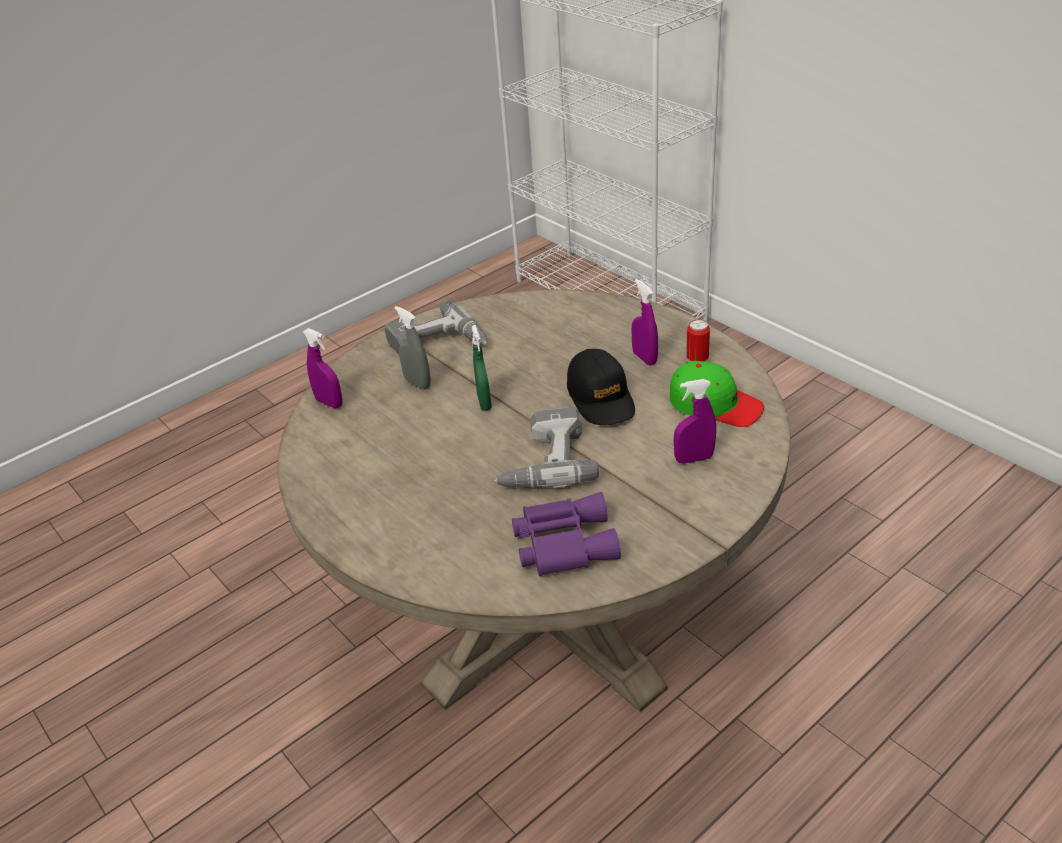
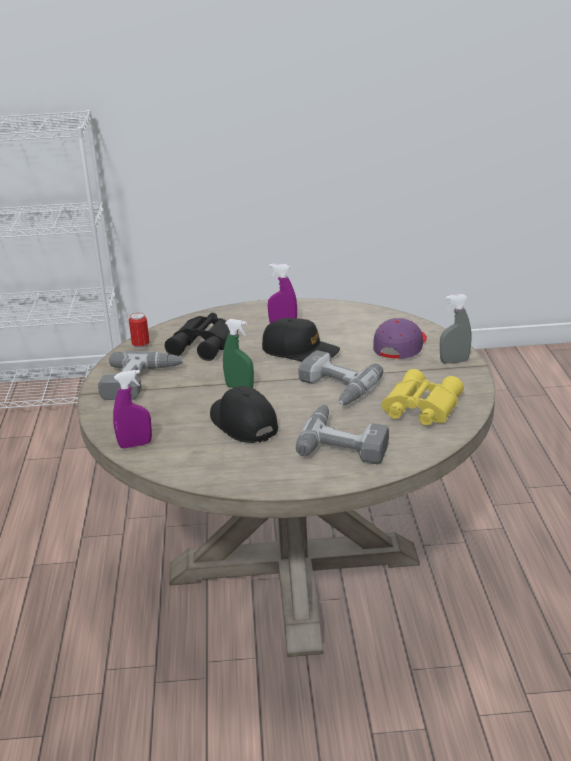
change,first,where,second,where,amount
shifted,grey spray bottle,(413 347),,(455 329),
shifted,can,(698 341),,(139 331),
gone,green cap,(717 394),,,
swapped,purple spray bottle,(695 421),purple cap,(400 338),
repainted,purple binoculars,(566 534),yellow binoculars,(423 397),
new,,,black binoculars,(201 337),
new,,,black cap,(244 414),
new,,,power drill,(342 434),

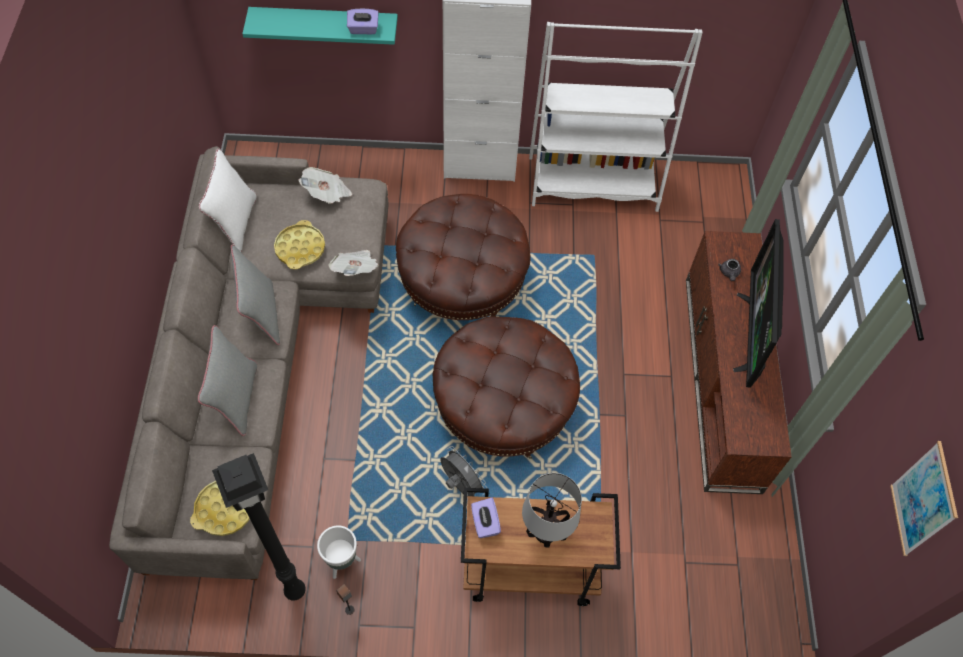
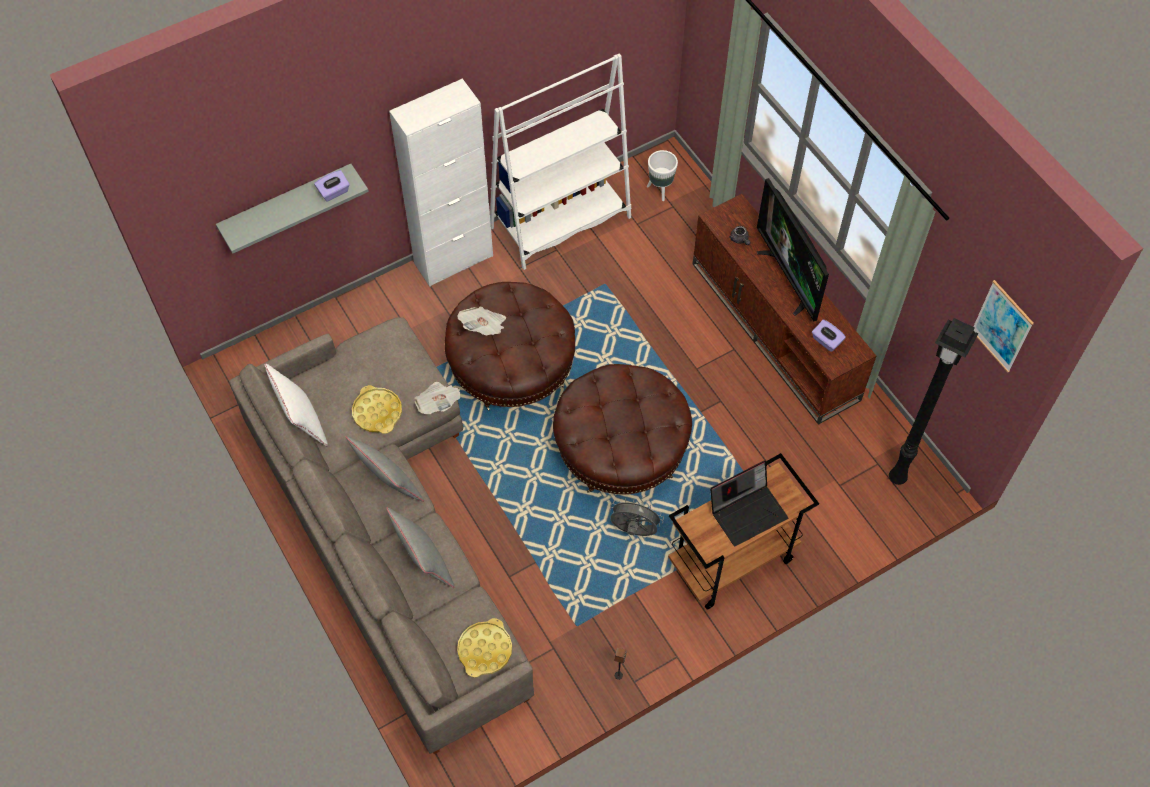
change,first,where,second,where,amount
repainted,turquoise shelf,(320 26),grey shelf,(292 209),
shifted,newspaper,(325 185),,(482 320),
shifted,black floor lamp,(259 527),,(933 401),
swapped,table lamp,(552 510),laptop,(749 503),
shifted,purple tissue box,(486 518),,(829 335),
shifted,white planter,(339 552),,(662 175),

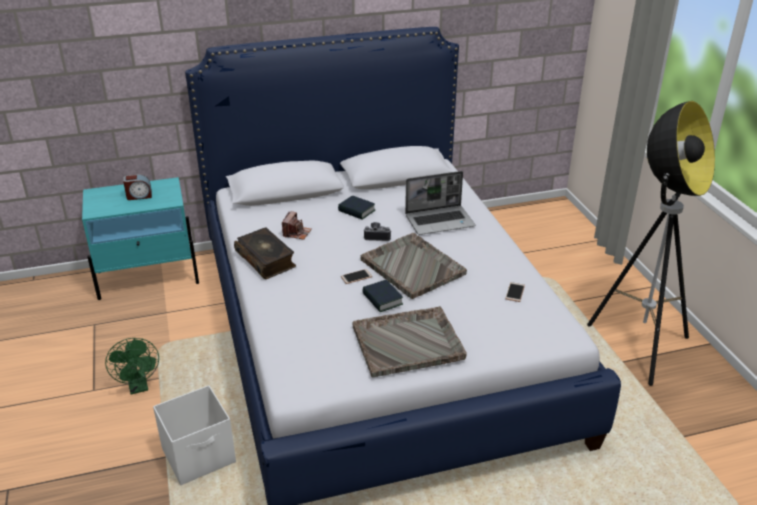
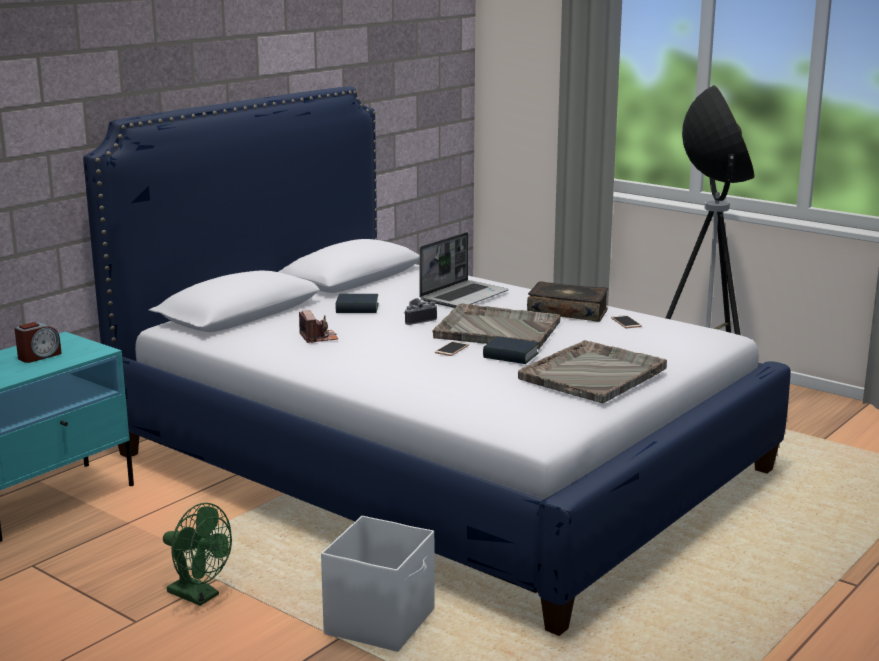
change,first,where,second,where,amount
shifted,book,(265 253),,(567 301),

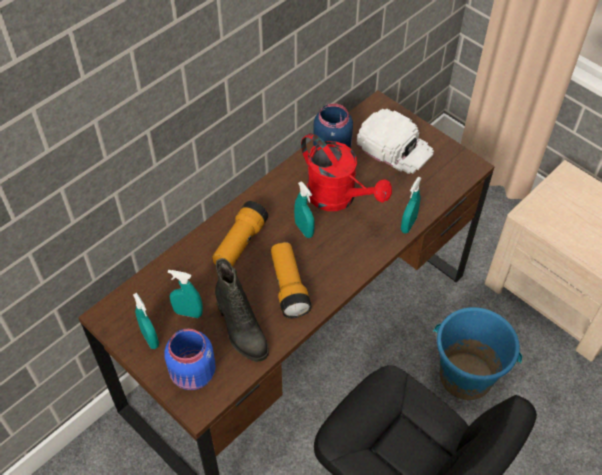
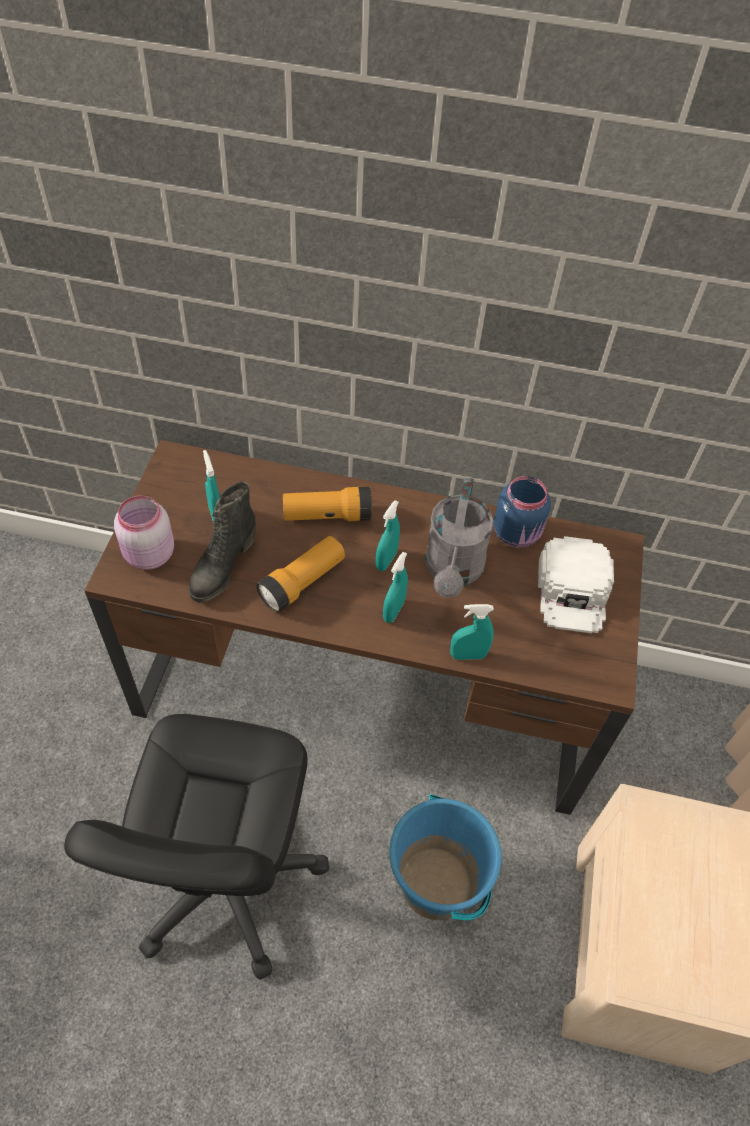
change,first,where,second,where,amount
repainted,red watering can,(346 172),grey watering can,(459 537),
shifted,turquoise spray bottle,(146 321),,(395 587),
repainted,blue jar,(190 359),pink jar,(144 532),

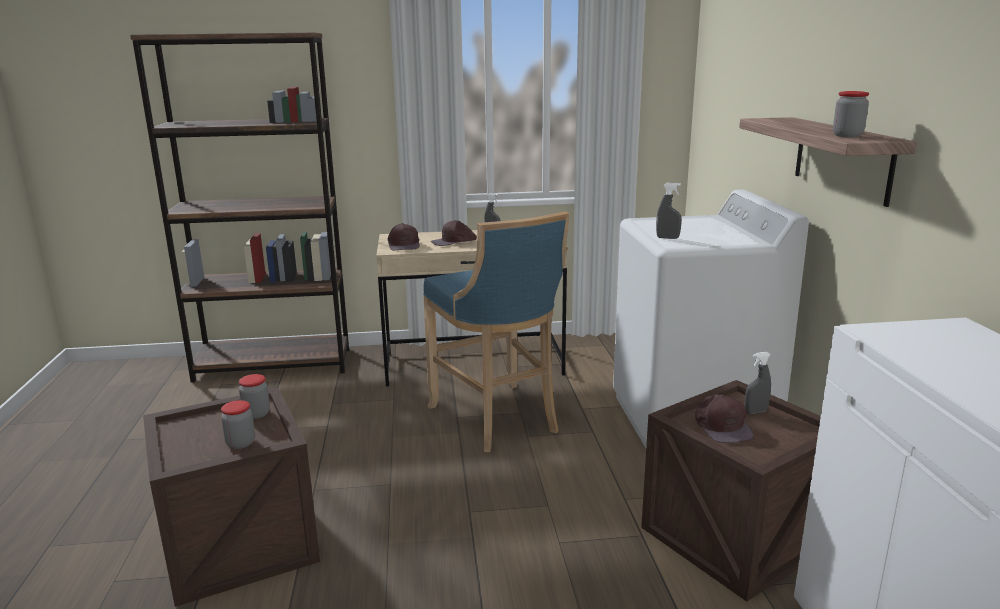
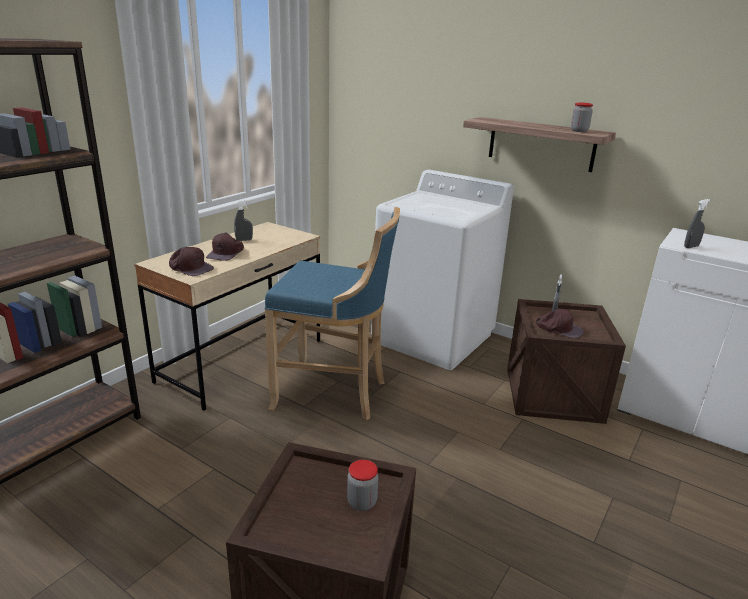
change,first,where,second,where,amount
shifted,grey spray bottle,(669 211),,(697 223),
gone,jar,(254 396),,,

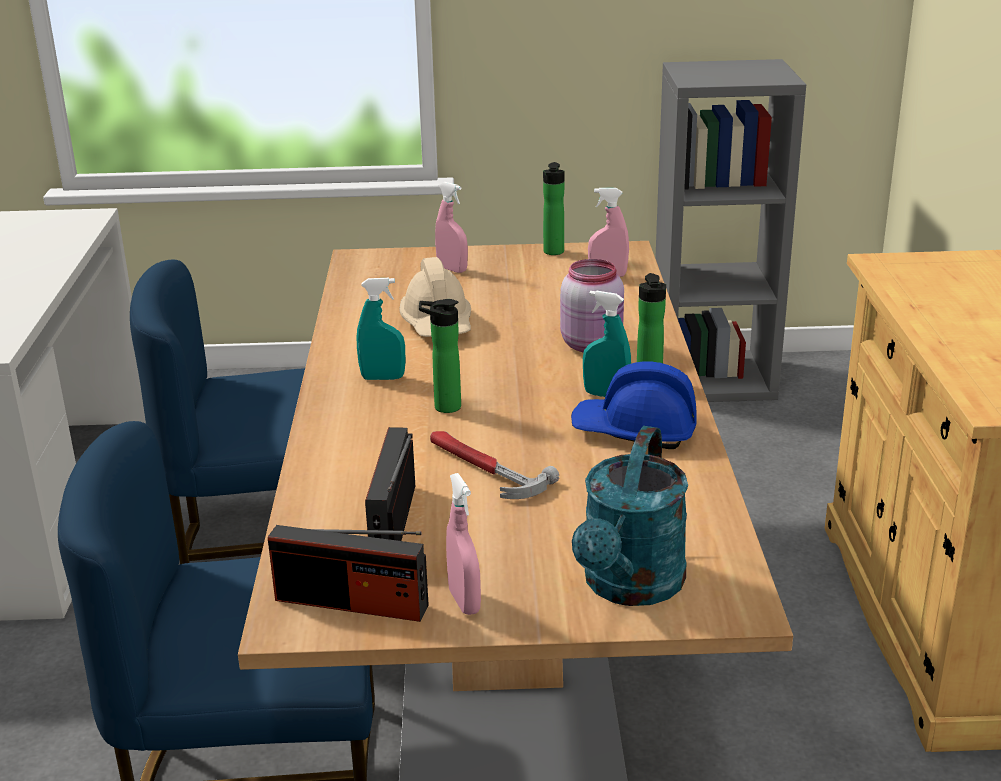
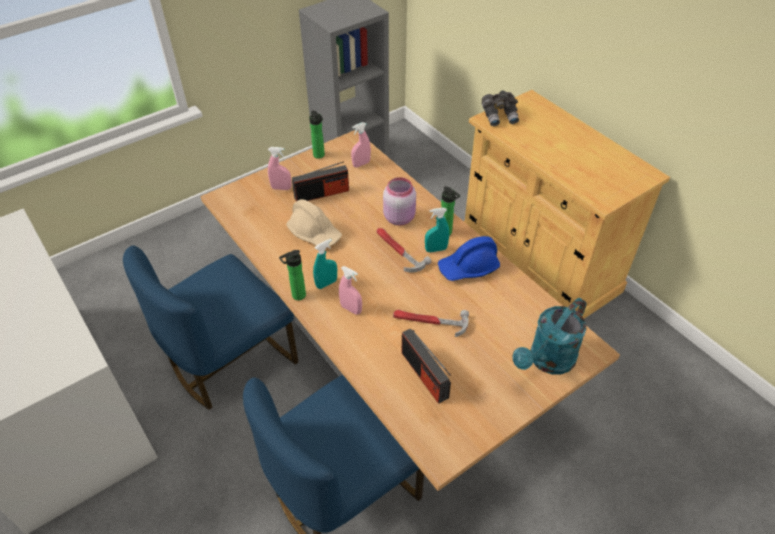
change,first,where,second,where,amount
shifted,bottle,(440 356),,(292 275),
rotated,turquoise watering can,(630 516),,(550 336),60 degrees clockwise
shifted,pink spray bottle,(463 544),,(350 290),
shifted,radio,(348 573),,(320 181),
new,,,grey binoculars,(500 108),
new,,,hammer,(404 250),

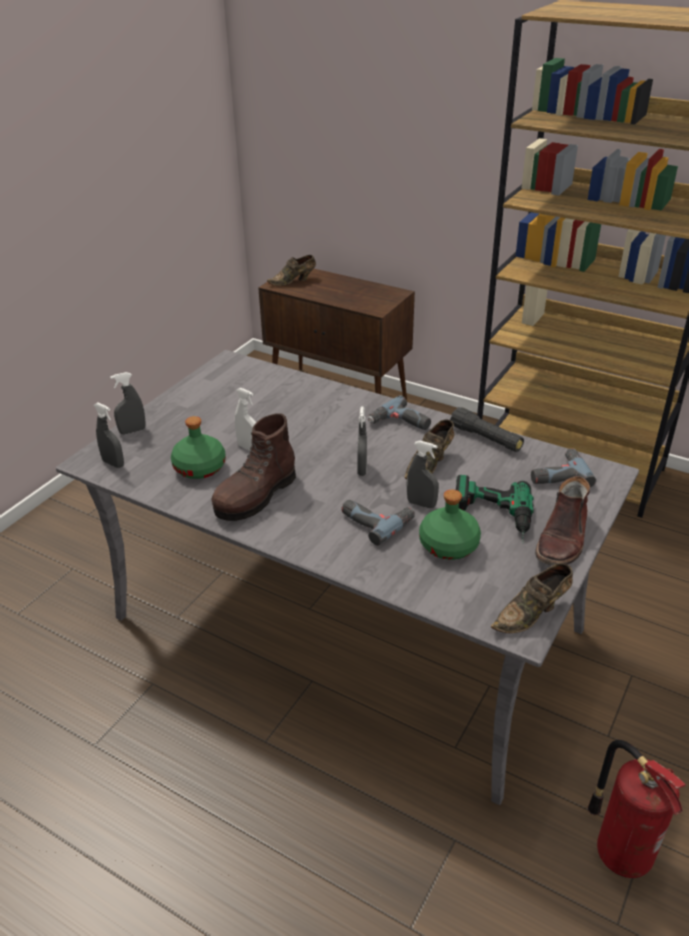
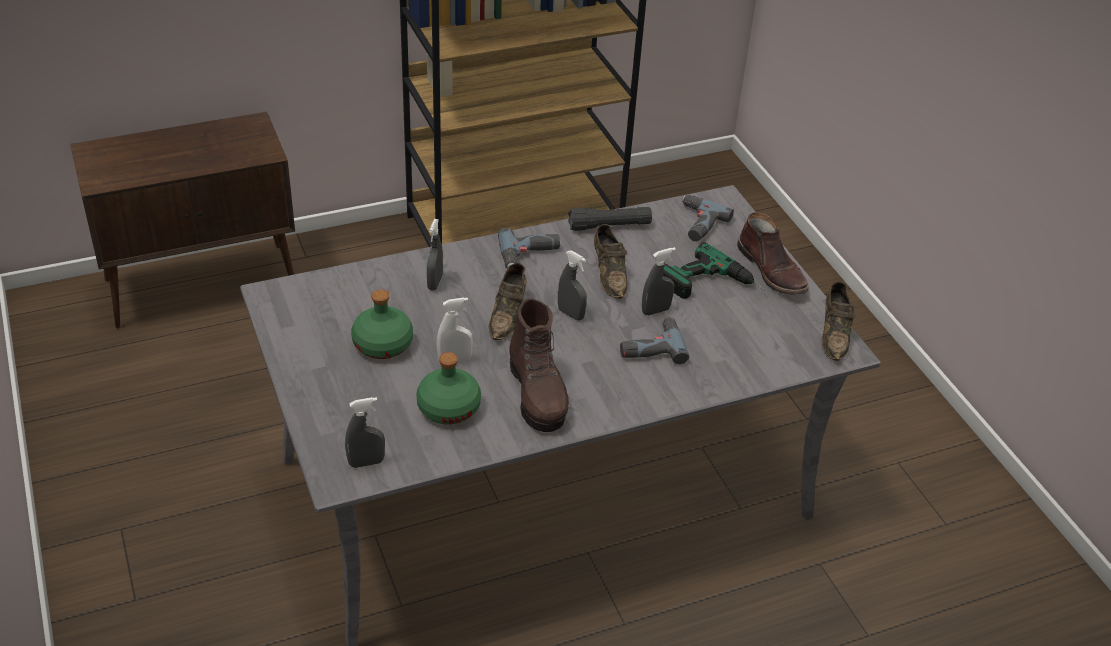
change,first,where,second,where,amount
shifted,brown shoe,(291 270),,(507 301),
shifted,grey spray bottle,(127 403),,(435 254),
shifted,green bottle,(450 525),,(382 324),
gone,fire extinguisher,(637 809),,,

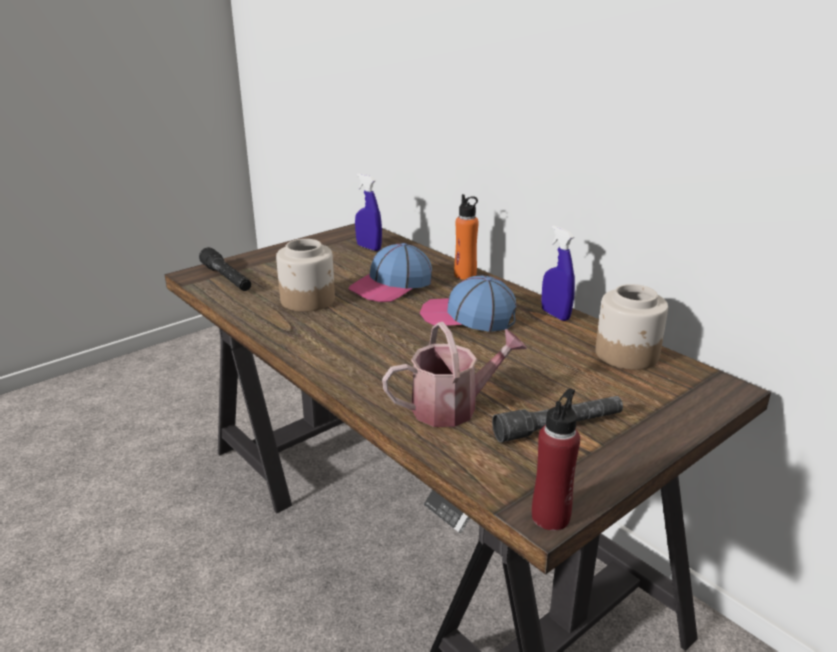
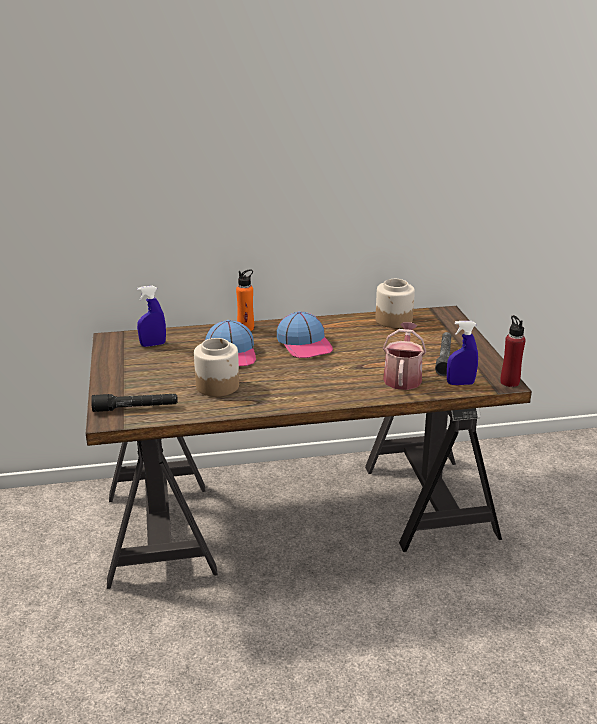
change,first,where,second,where,amount
shifted,blue spray bottle,(558 273),,(462 353),
rotated,cap,(468 303),,(305 334),75 degrees counterclockwise

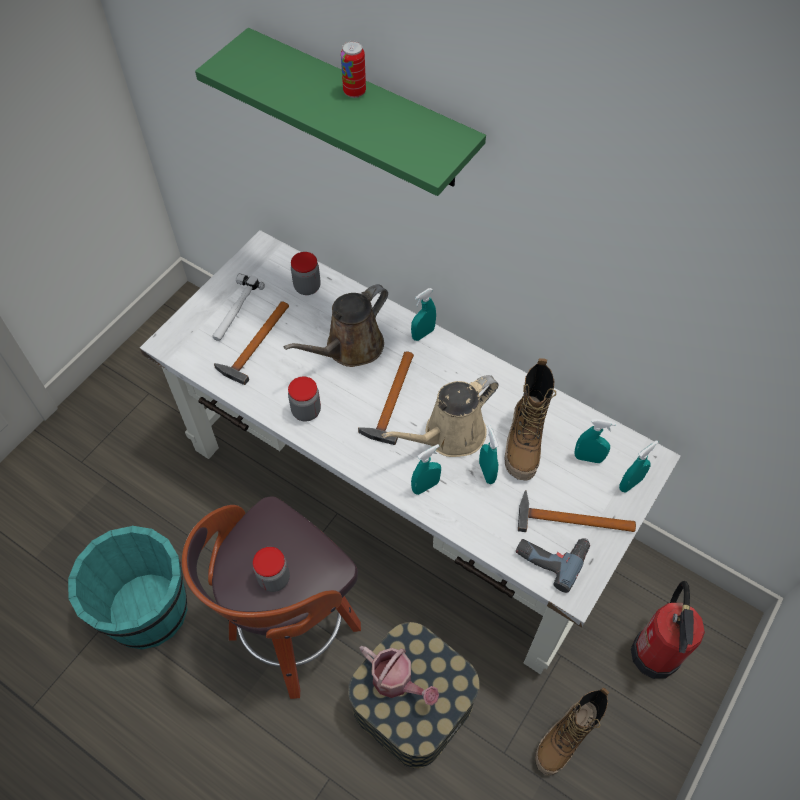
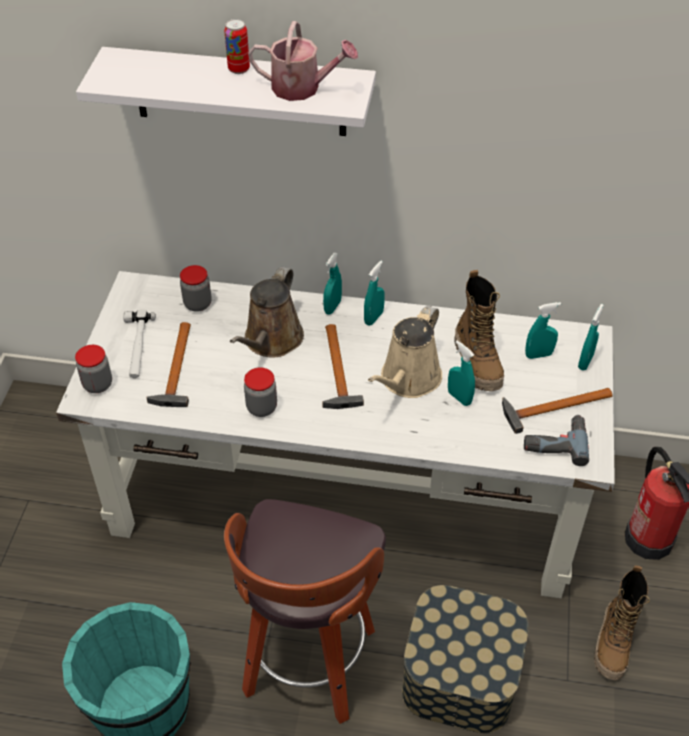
change,first,where,second,where,amount
repainted,green shelf,(340 112),white shelf,(226 91),
shifted,turquoise spray bottle,(426 469),,(374 293),
shifted,jar,(271 569),,(93 369),
shifted,watering can,(399 675),,(303 61),

